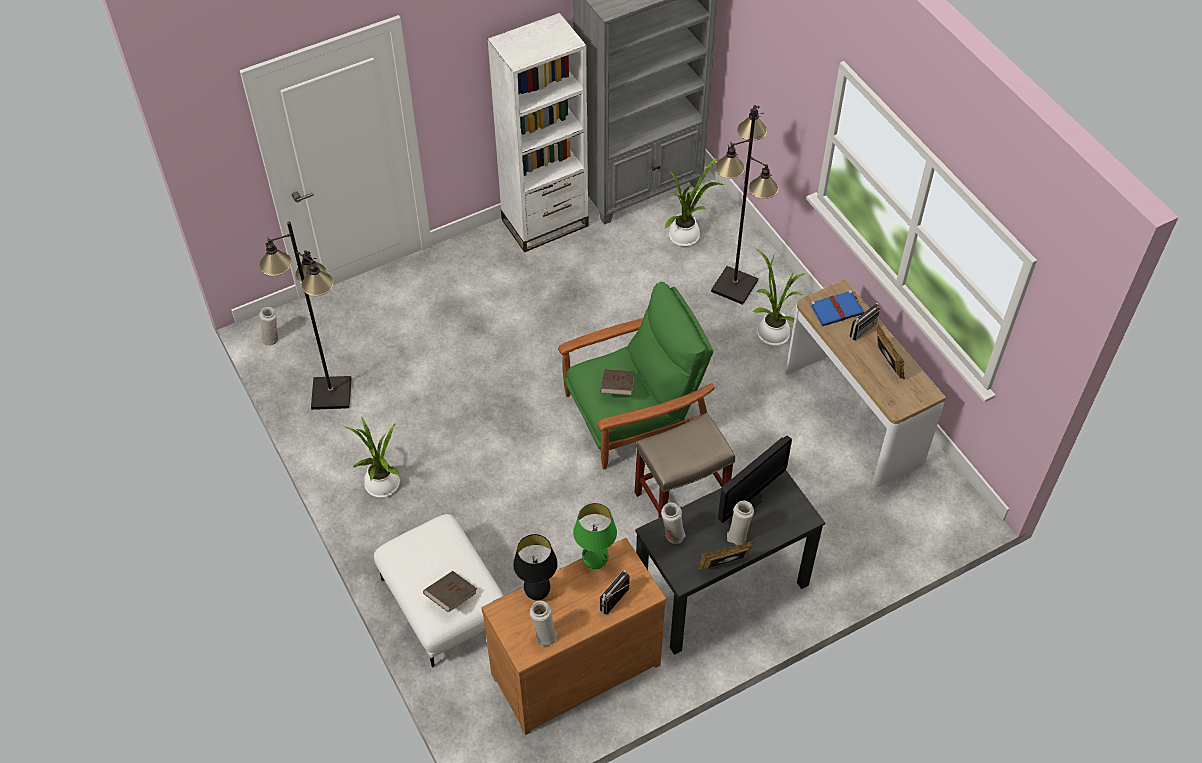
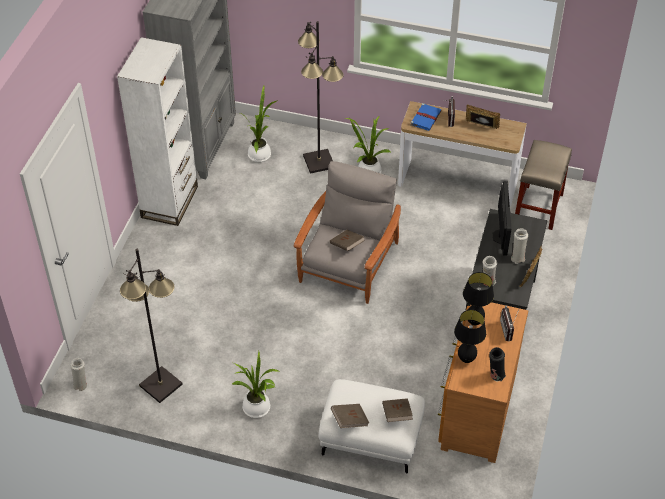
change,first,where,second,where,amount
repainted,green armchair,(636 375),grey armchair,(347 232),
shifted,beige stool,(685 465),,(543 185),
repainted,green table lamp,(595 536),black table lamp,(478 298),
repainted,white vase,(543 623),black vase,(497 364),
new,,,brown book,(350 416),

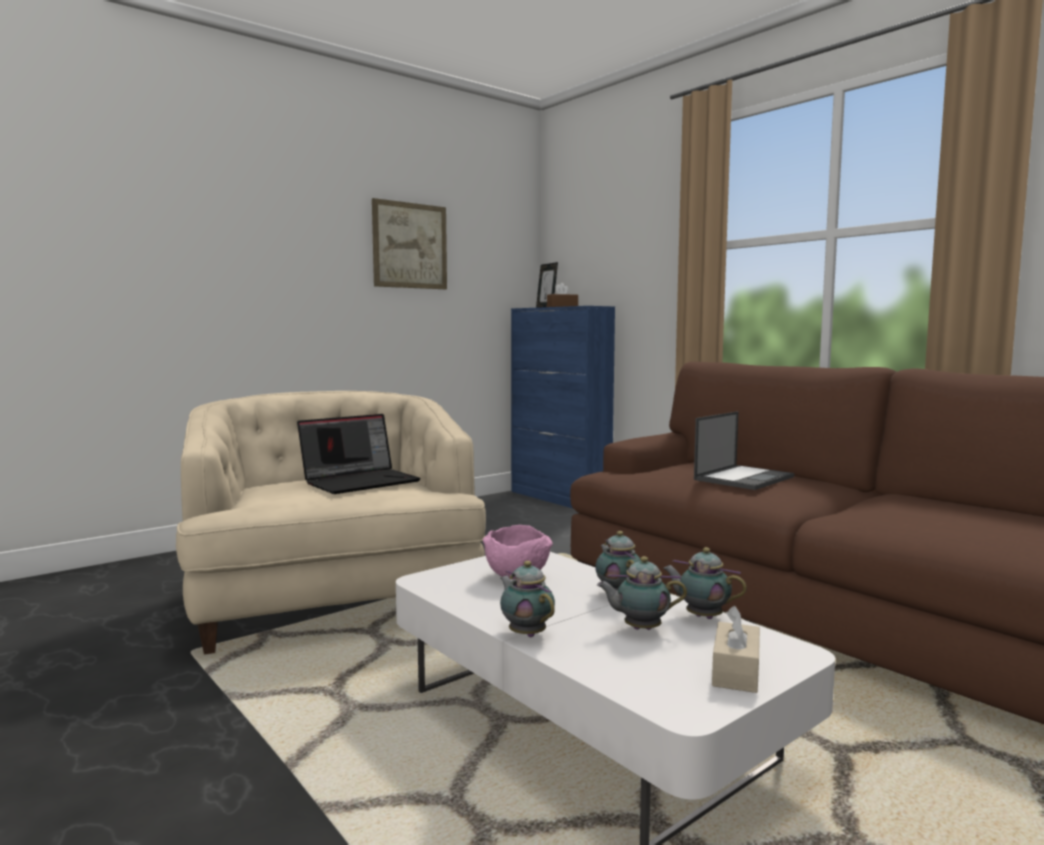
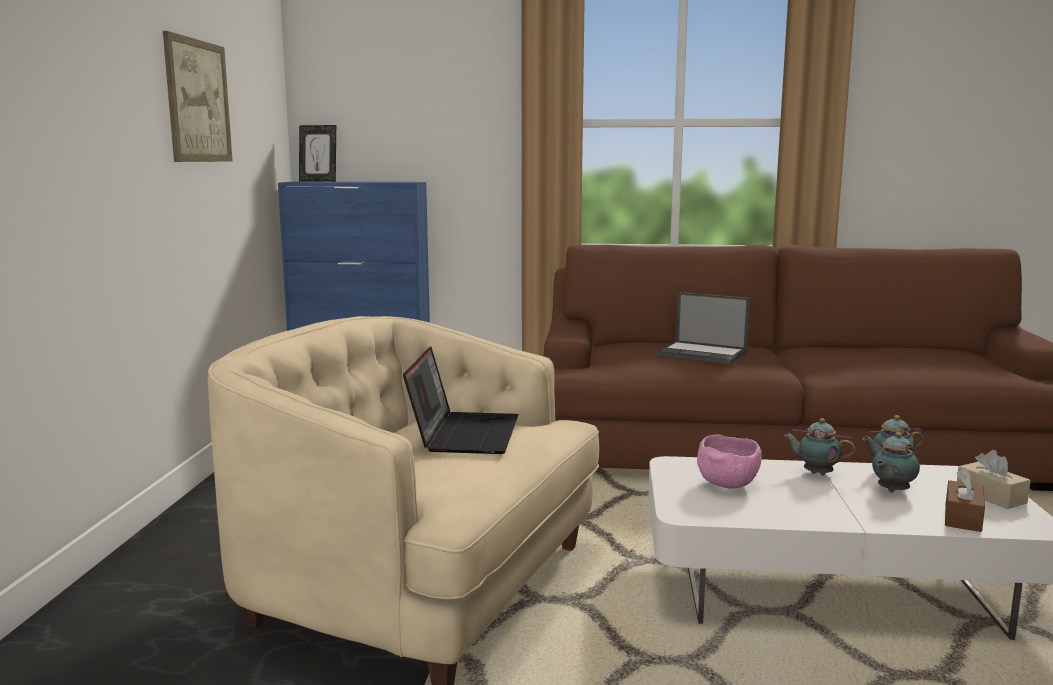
change,first,where,second,where,amount
shifted,brown tissue box,(562 295),,(965 500),
rotated,laptop,(744 450),,(703 328),120 degrees clockwise
gone,teapot,(527 599),,,

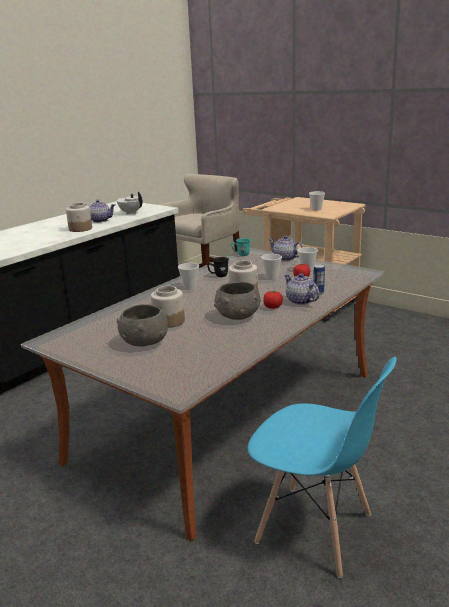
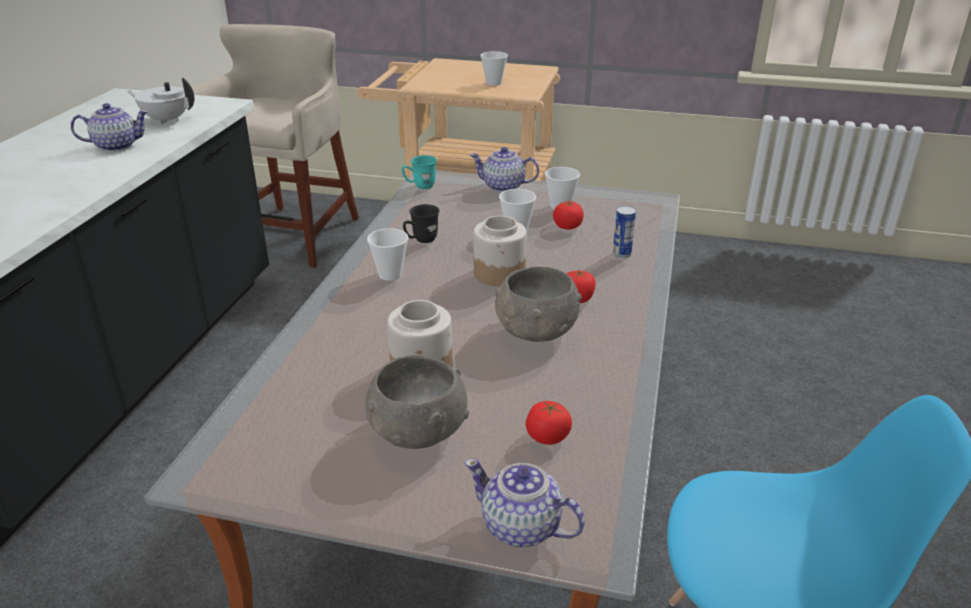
change,first,where,second,where,amount
gone,jar,(79 217),,,
shifted,teapot,(302 289),,(524 503),
new,,,tomato,(549 423),

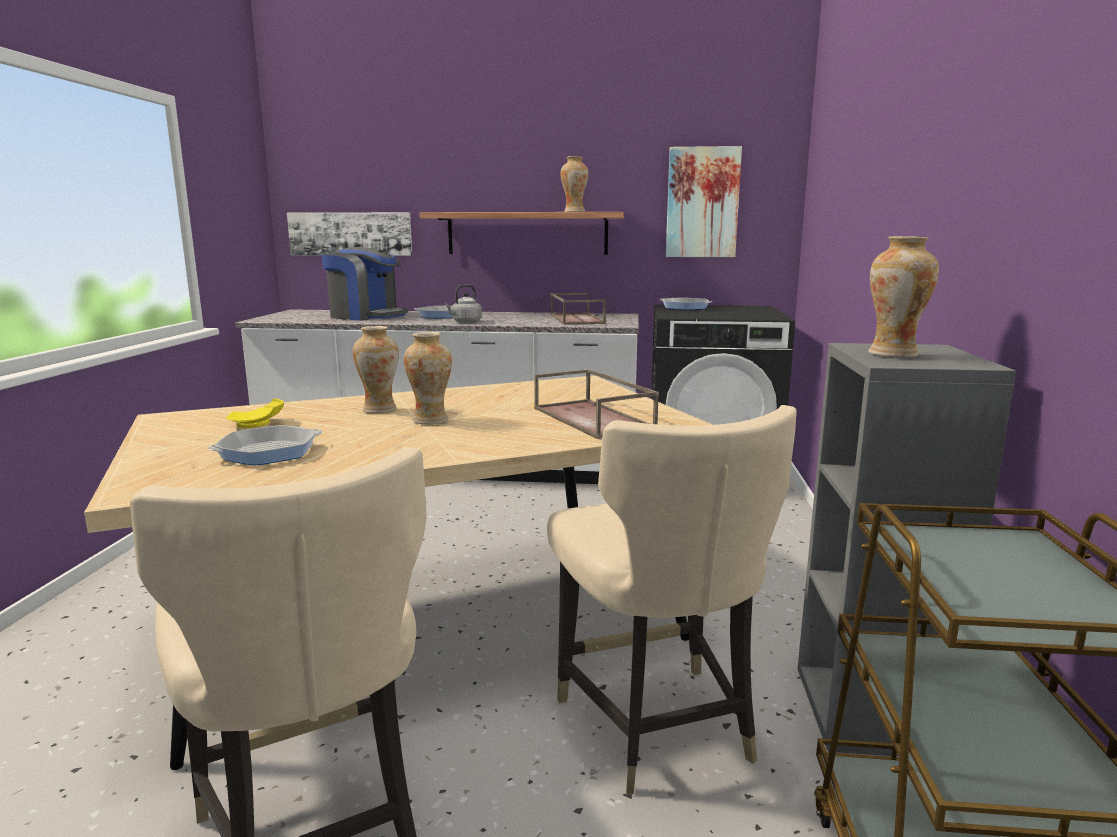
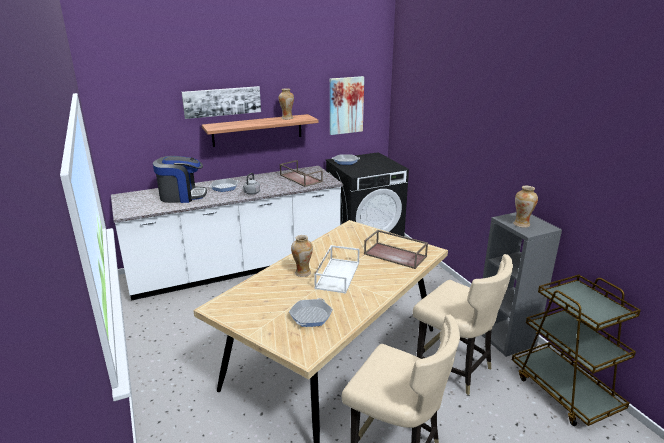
change,first,where,second,where,amount
shifted,picture,(349 234),,(221 102),
swapped,vase,(428 378),white tray,(337 269),
gone,yellow plate,(255 413),,,

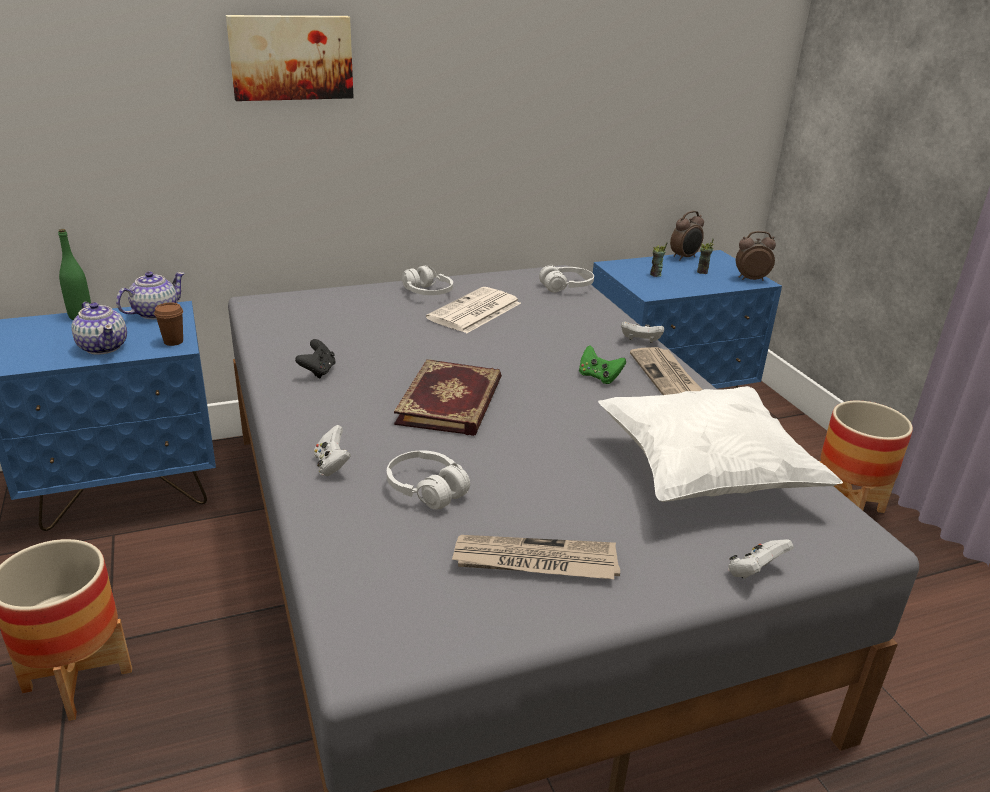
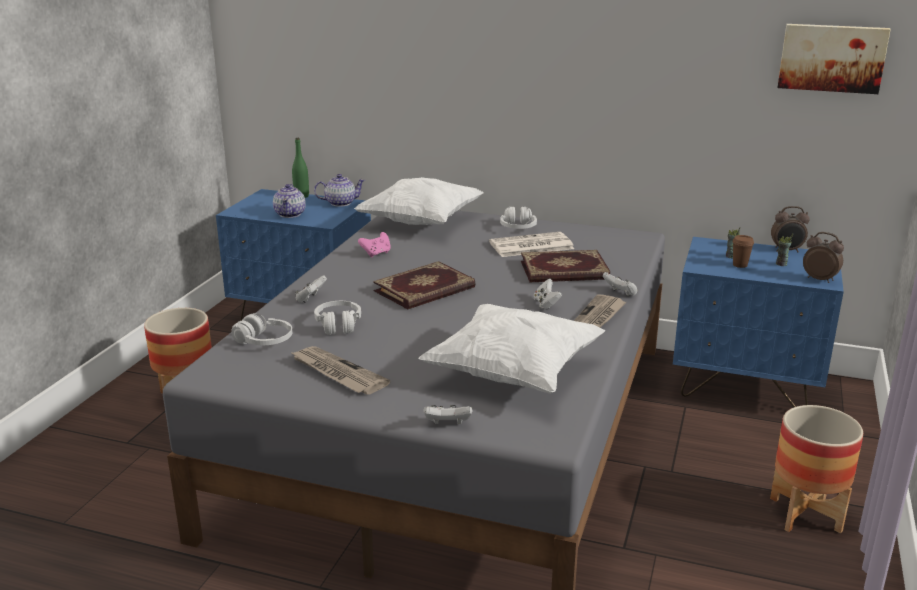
change,first,where,second,where,amount
shifted,picture,(290 58),,(834 59),
shifted,white headphones,(566 278),,(262 329),
shifted,brown cup,(168 324),,(743 251),
repainted,black game controller,(315 358),pink game controller,(374 244),
repainted,green game controller,(602 364),white game controller,(548 294),
new,,,white pillow,(419 201),
new,,,book,(565 266),

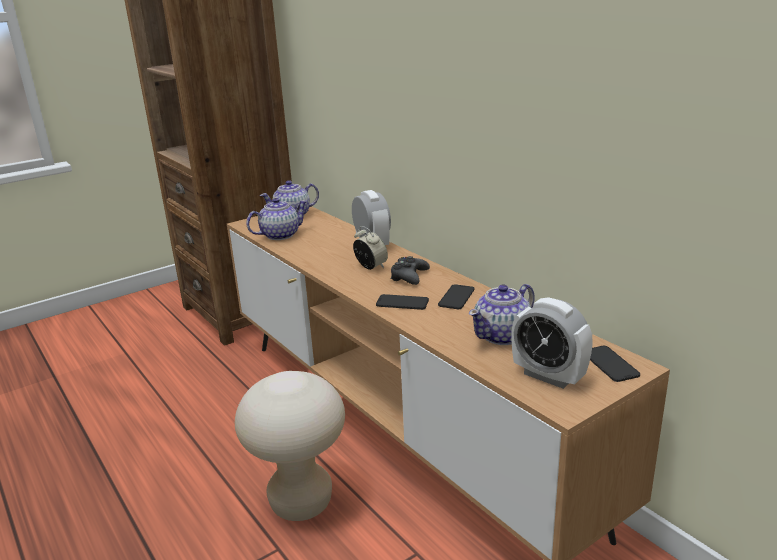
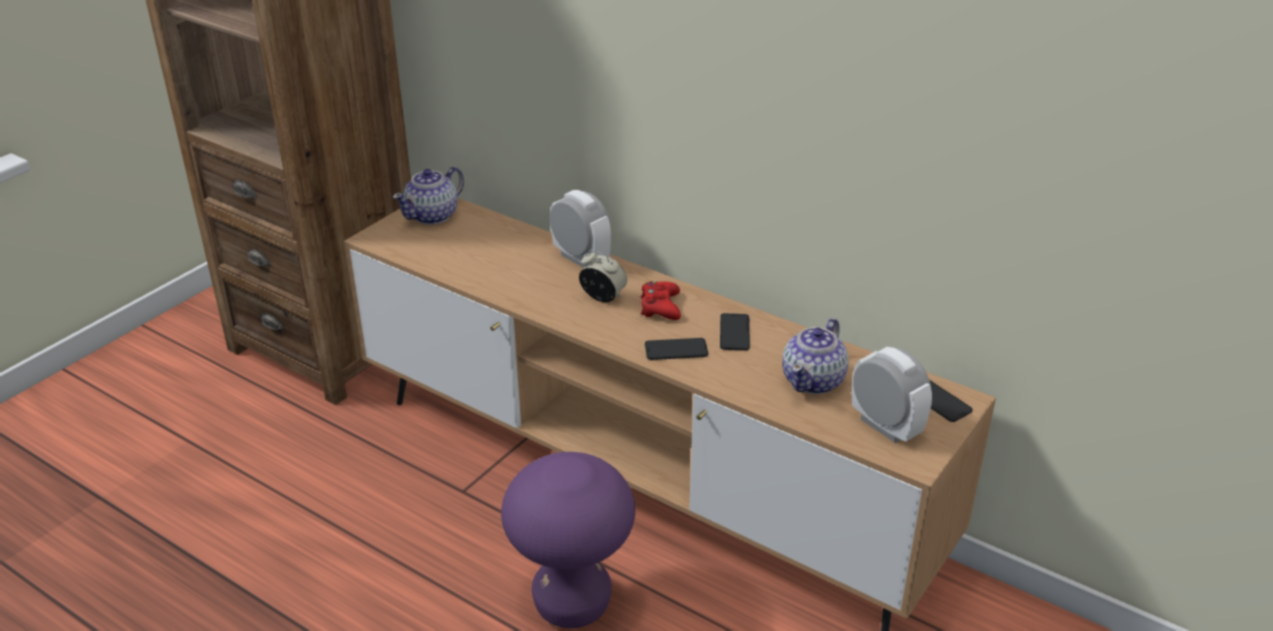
change,first,where,second,where,amount
gone,teapot,(276 219),,,
repainted,black game controller,(410 270),red game controller,(660 300),
rotated,alarm clock,(552 343),,(892 395),150 degrees counterclockwise
repainted,beige stool,(290 446),purple stool,(568 540),

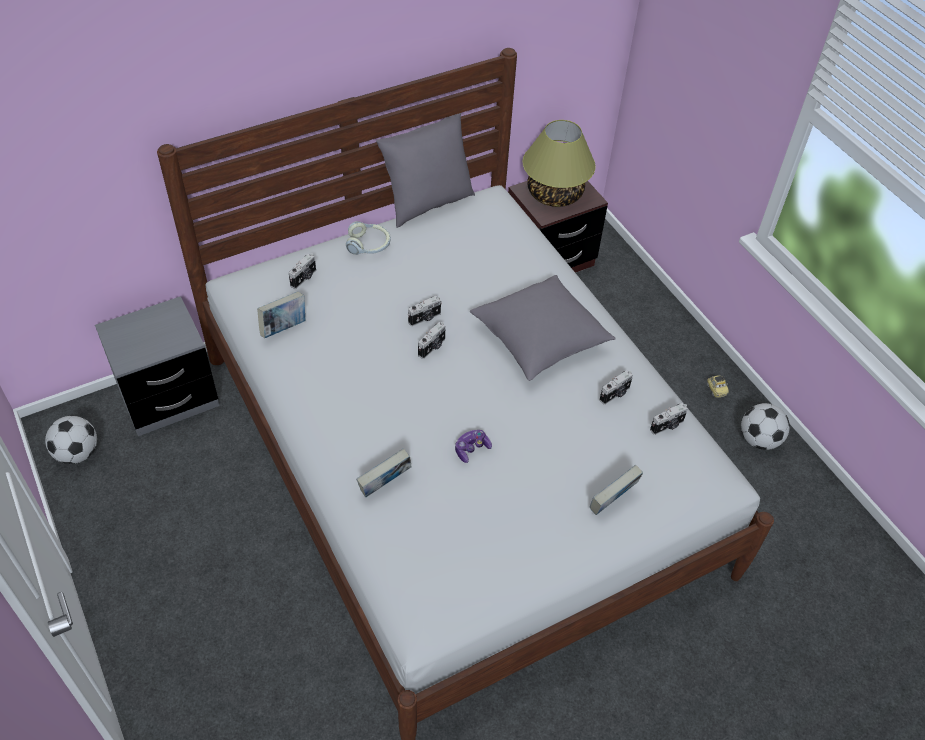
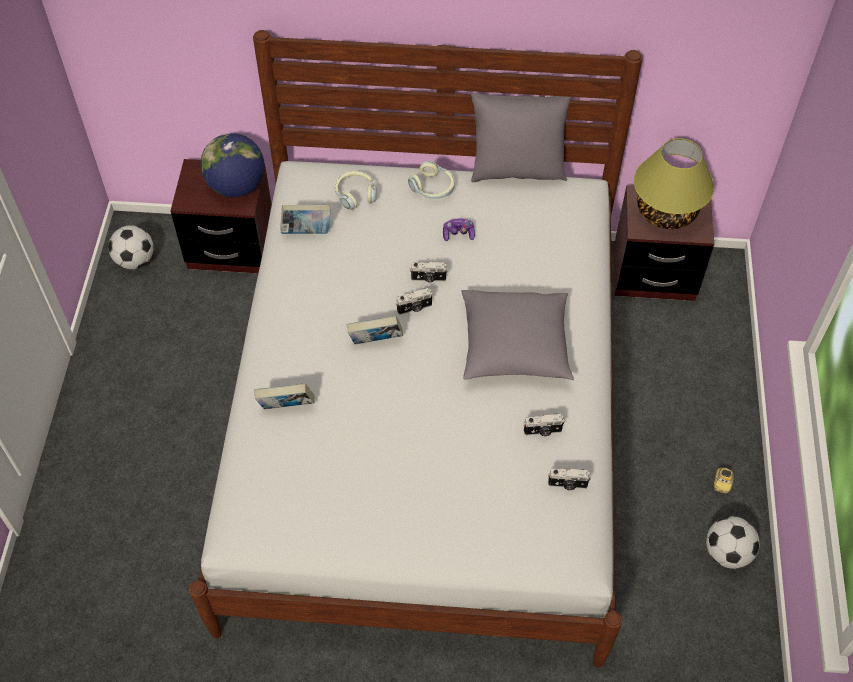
change,first,where,second,where,amount
swapped,photo camera,(302 271),headphones,(355 190),
repainted,grey nightstand,(157 366),brown nightstand,(221 216),
shifted,game controller,(473 446),,(459 229),
shifted,book,(616 490),,(375 330),
new,,,globe,(232 165),

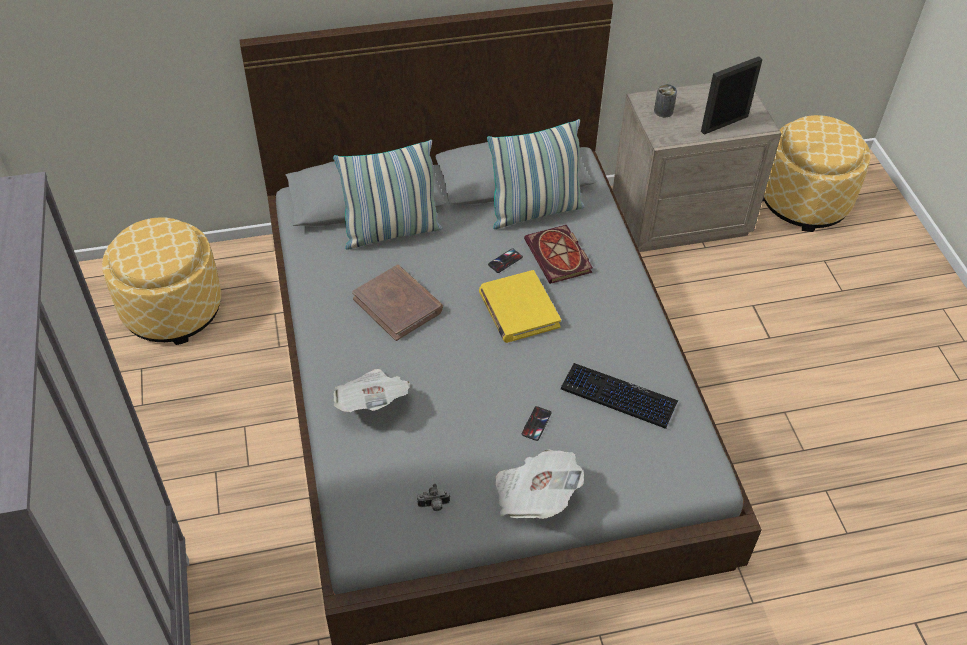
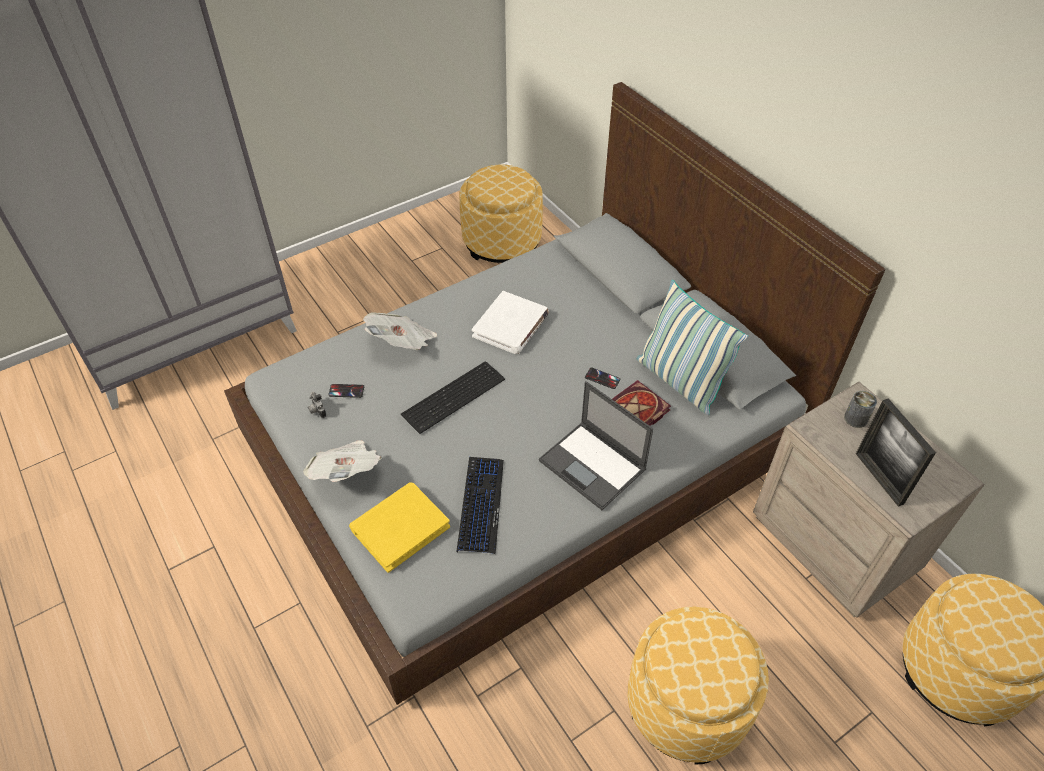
change,first,where,second,where,amount
rotated,picture frame,(732 95),,(896 452),150 degrees counterclockwise
gone,pillow,(387 195),,,
repainted,brown book,(397 303),white book,(510 322),
shifted,yellow book,(520 306),,(399 527),
shifted,phone,(536 423),,(346 391),
new,,,keyboard,(453 398),
new,,,laptop,(596 445),
new,,,ottoman,(698 686),

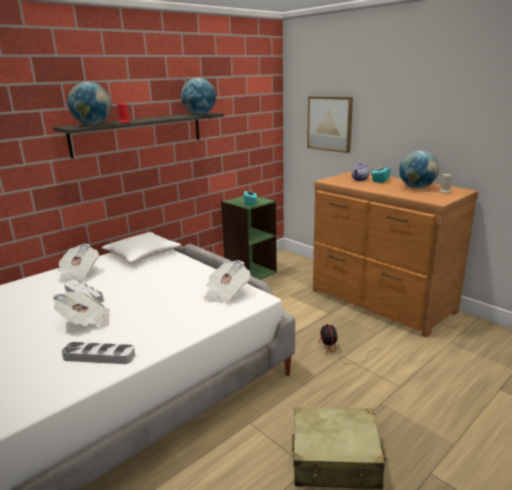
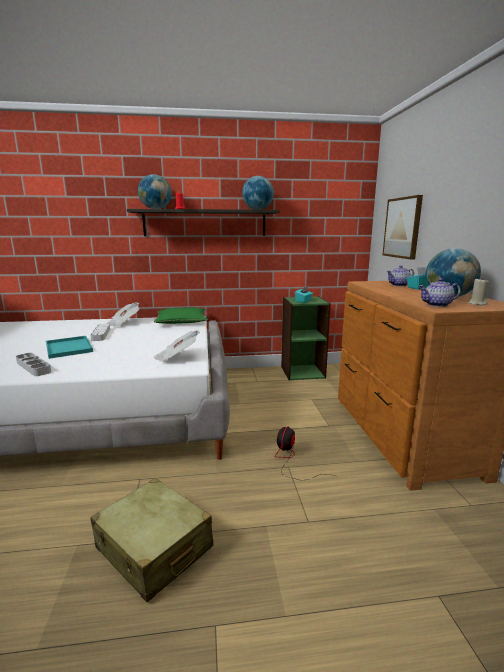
change,first,where,second,where,amount
repainted,white pillow,(141 247),green pillow,(181 316),
swapped,newspaper,(81 309),turquoise tray,(69 347),
new,,,teapot,(440 292),

